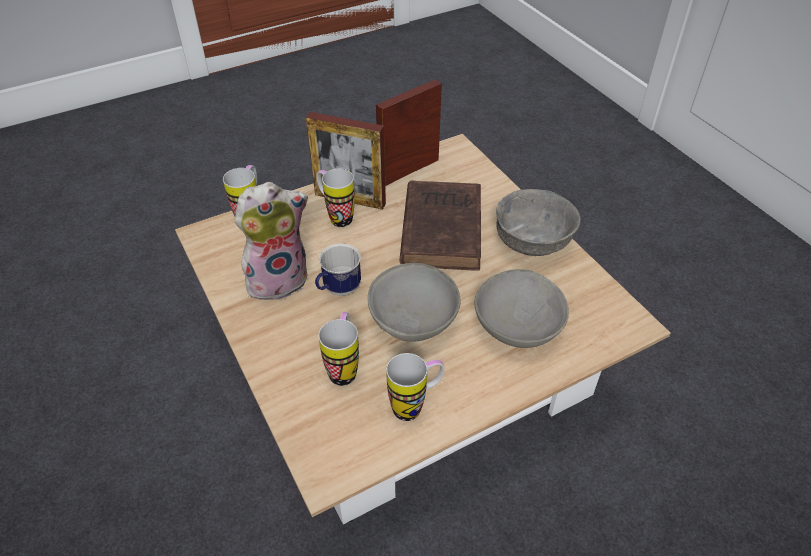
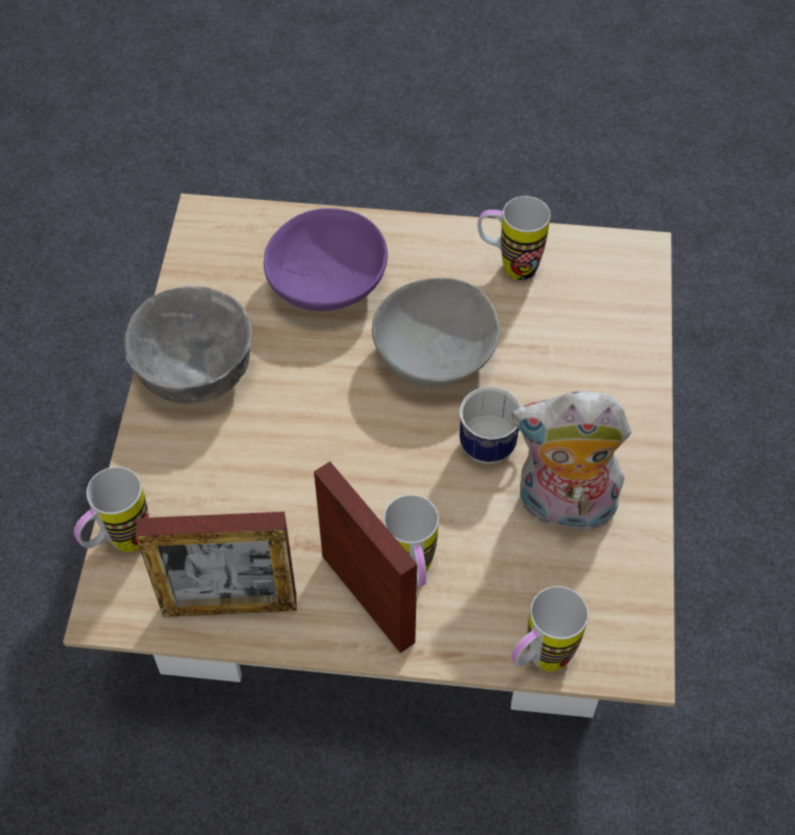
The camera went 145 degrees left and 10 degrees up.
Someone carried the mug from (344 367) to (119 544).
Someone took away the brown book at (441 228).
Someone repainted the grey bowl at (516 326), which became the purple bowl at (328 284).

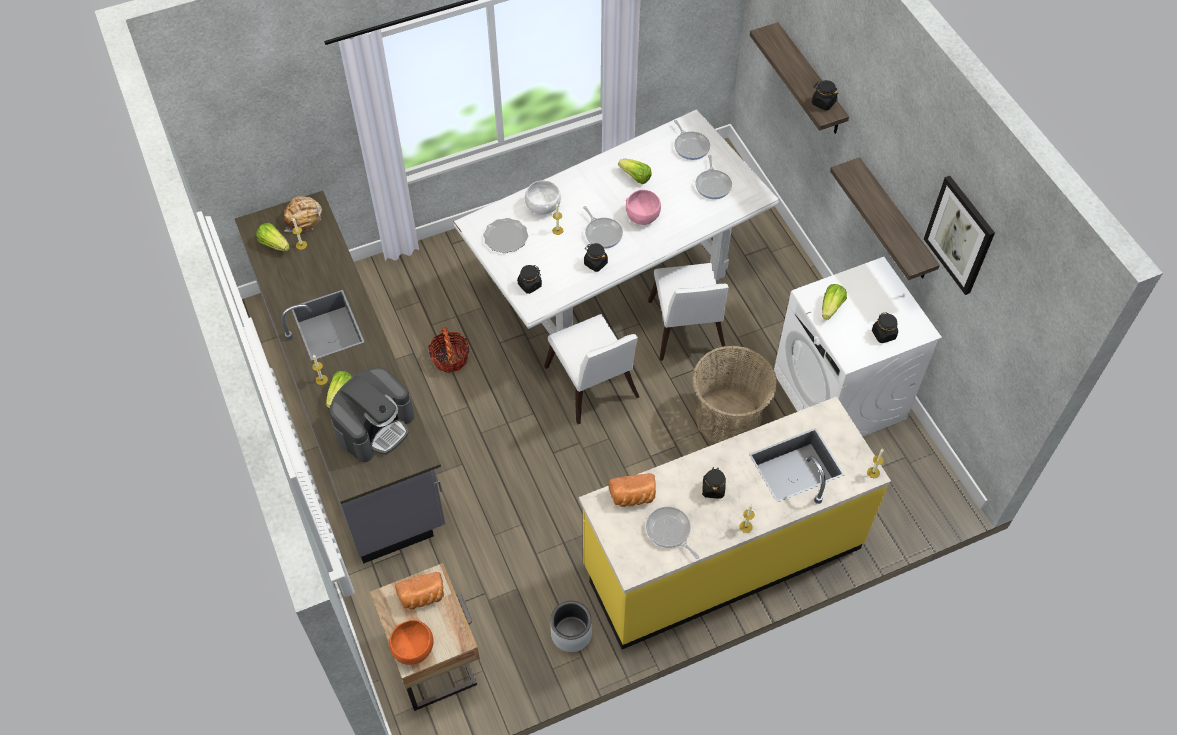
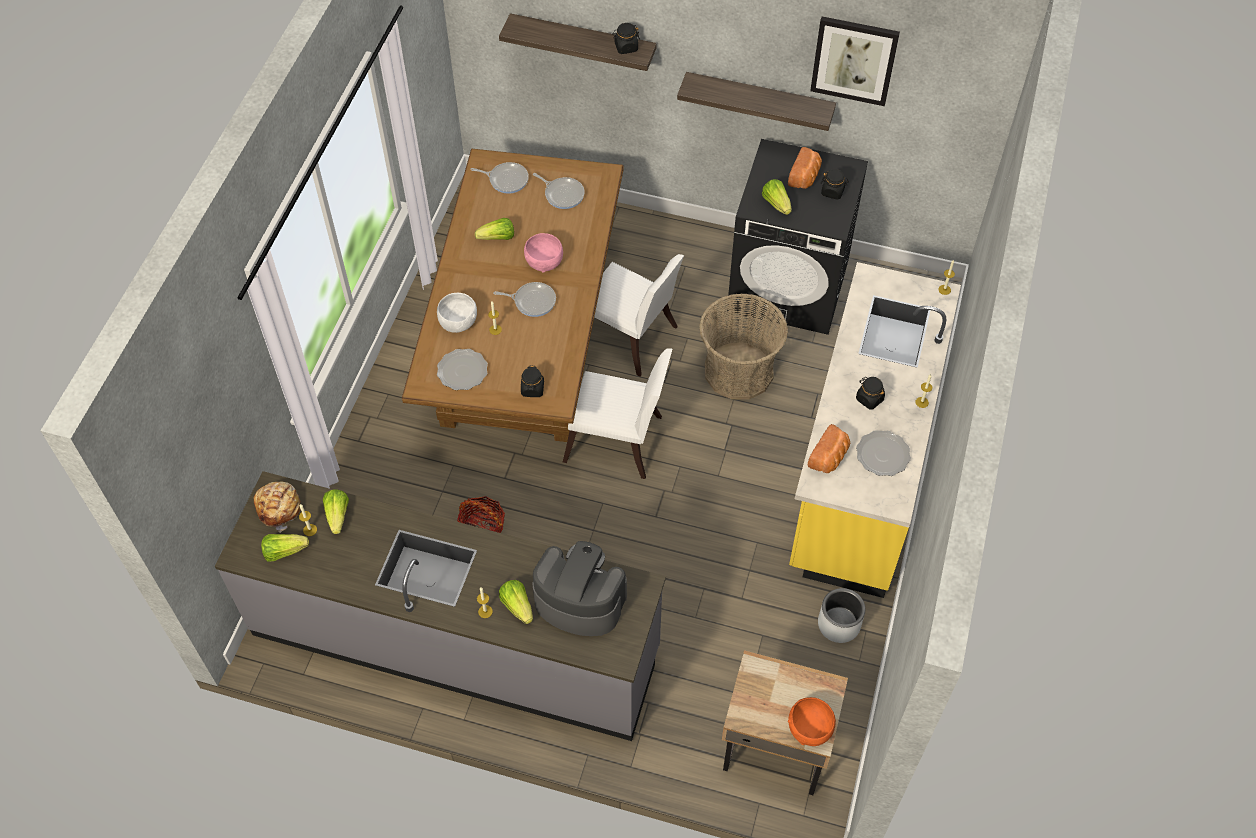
The camera went 50 degrees left and 0 degrees up.
Someone rotated the coffee machine at (375 426) by 60 degrees counterclockwise.
Someone carried the bread from (422 597) to (805 177).
Someone repainted the white dining table at (615 277), which became the brown dining table at (524 347).
Someone took away the black jar at (595 263).
Someone swapped the frying pan at (669 531) for the plate at (883 455).
Someone repainted the white washing machine at (839 396), which became the black washing machine at (789 286).
Someone put down the lettuce at (337 515).

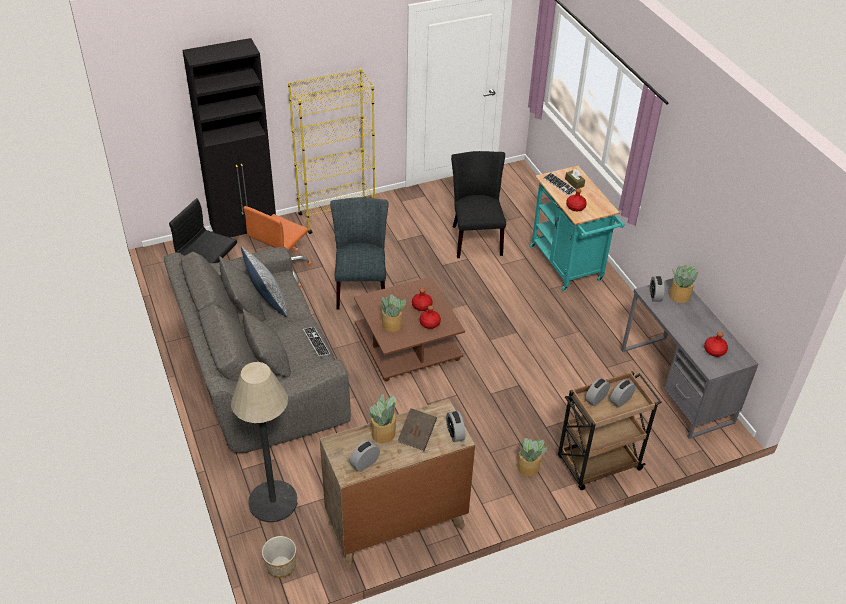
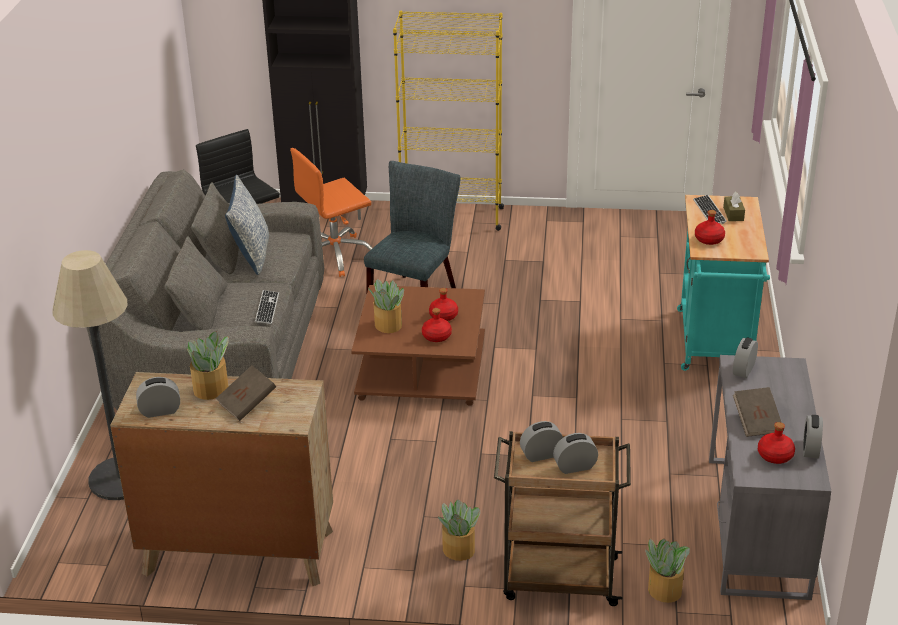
The camera went 30 degrees right and 10 degrees down.
Someone took away the planter at (280 566).
Someone carried the alarm clock from (455 433) to (810 449).
Someone took away the black chair at (475 238).
Someone carried the potted plant from (679 296) to (664 590).
Someone put down the brown book at (757 422).

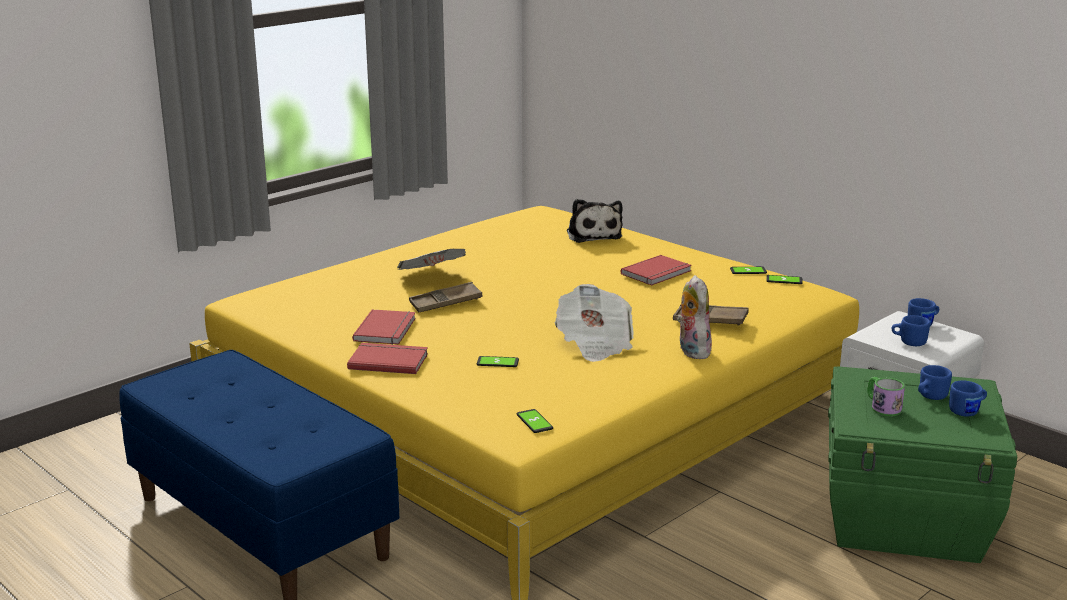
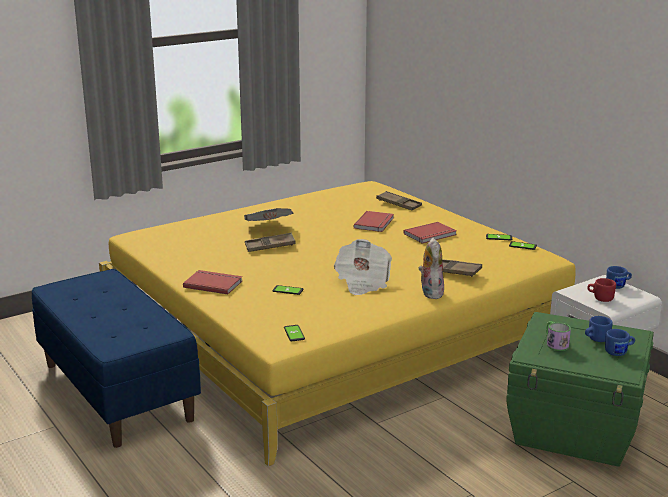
The camera went 10 degrees right and 0 degrees up.
Someone carried the red book from (387 330) to (375 223).
Someone swapped the plush toy at (593 235) for the brown tray at (398 204).
Someone repainted the blue mug at (908 342), which became the red mug at (600 298).

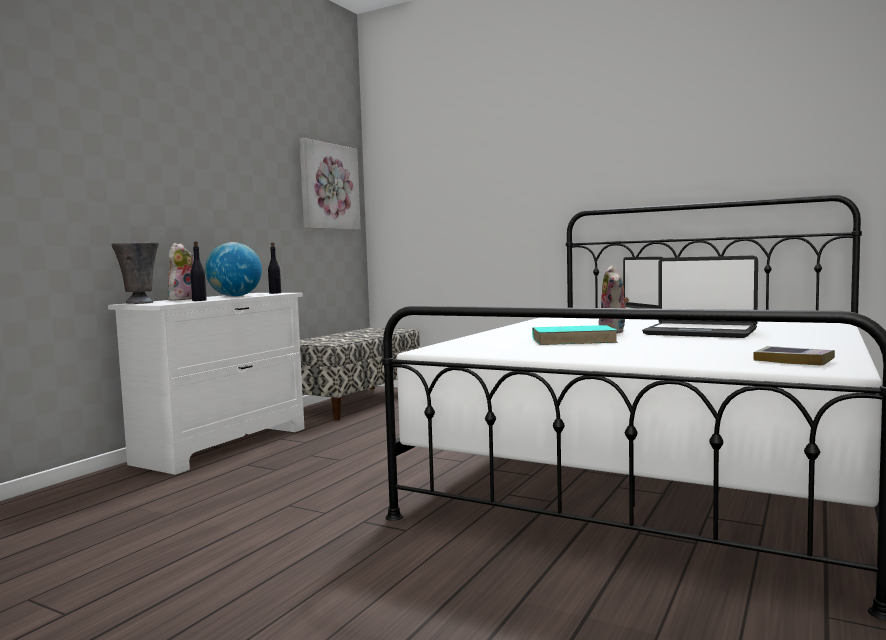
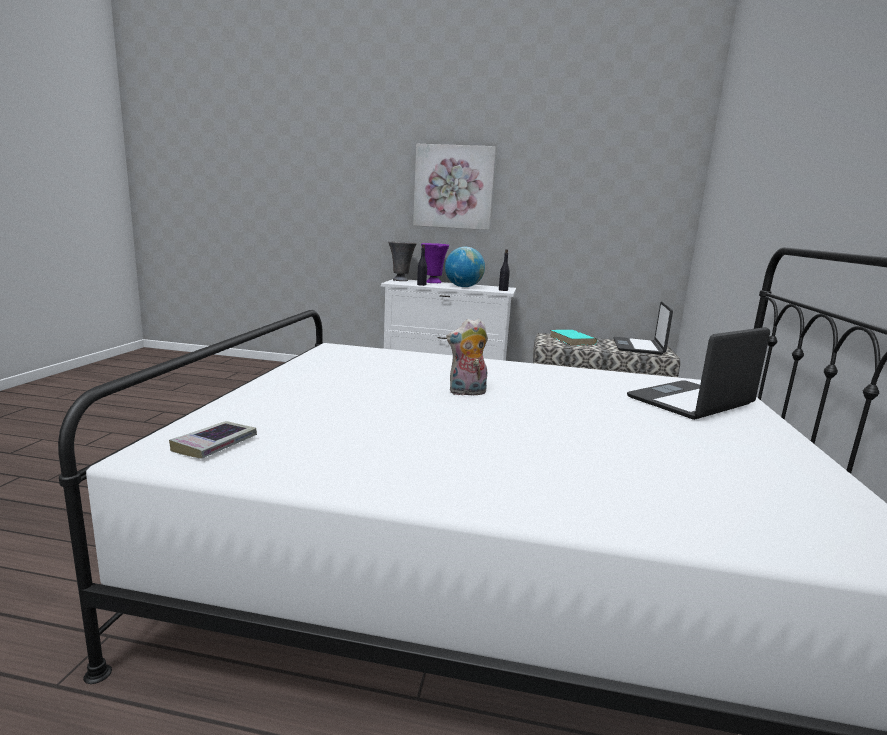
The camera went 70 degrees right and 10 degrees up.
Someone swapped the plush toy at (181 299) for the purple vase at (433 282).
Someone carried the picture from (329 186) to (453 187).
Someone carried the turquoise book from (574 340) to (572 340).
Someone carried the laptop from (700 332) to (638 347).

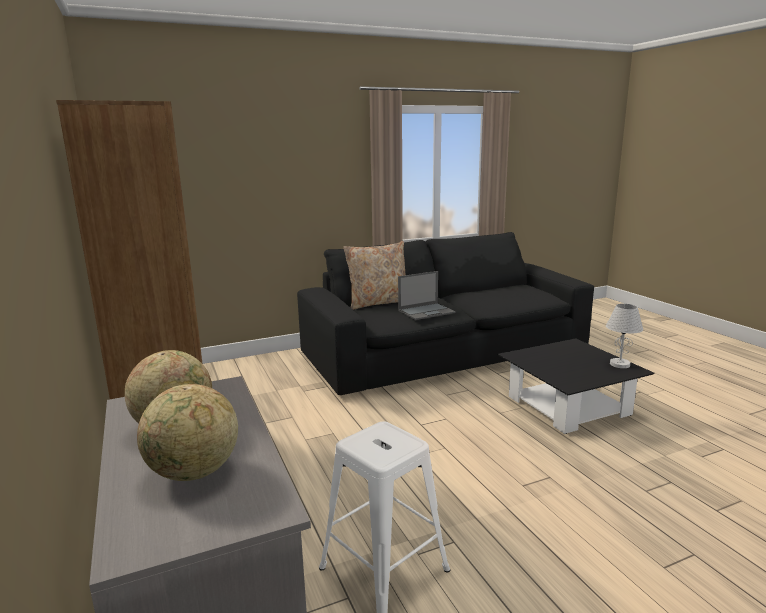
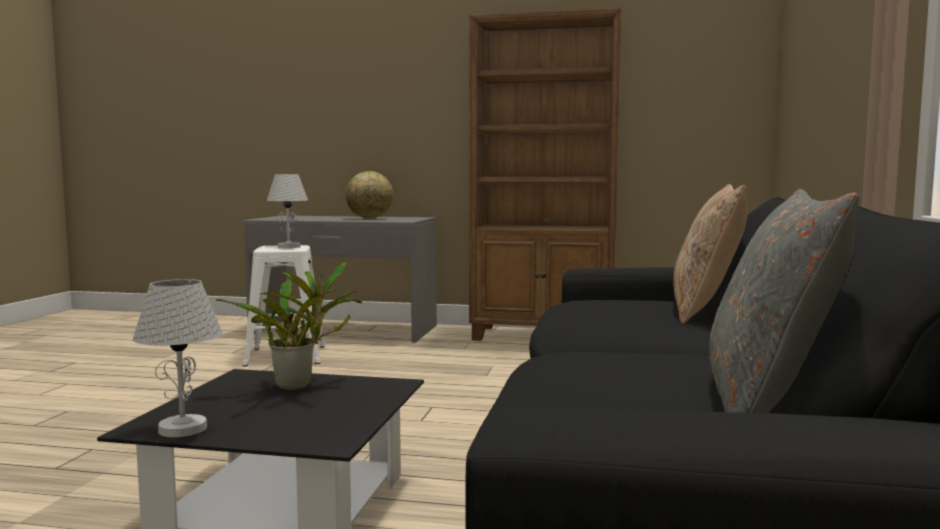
The camera went 125 degrees right and 10 degrees down.
Someone took away the globe at (194 473).
Someone took away the laptop at (427 311).
Someone put down the potted plant at (299 386).
Someone put down the white table lamp at (289 247).
Someone put down the grey pillow at (766 407).

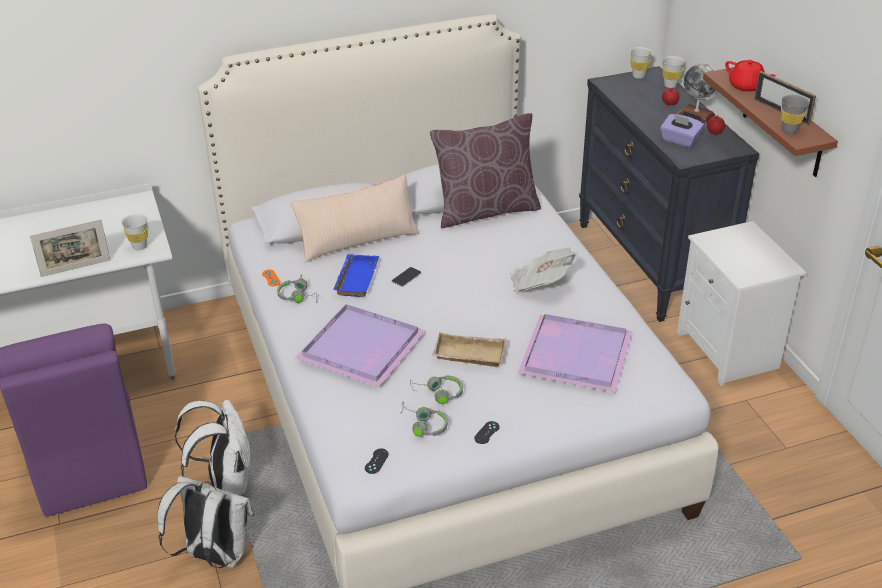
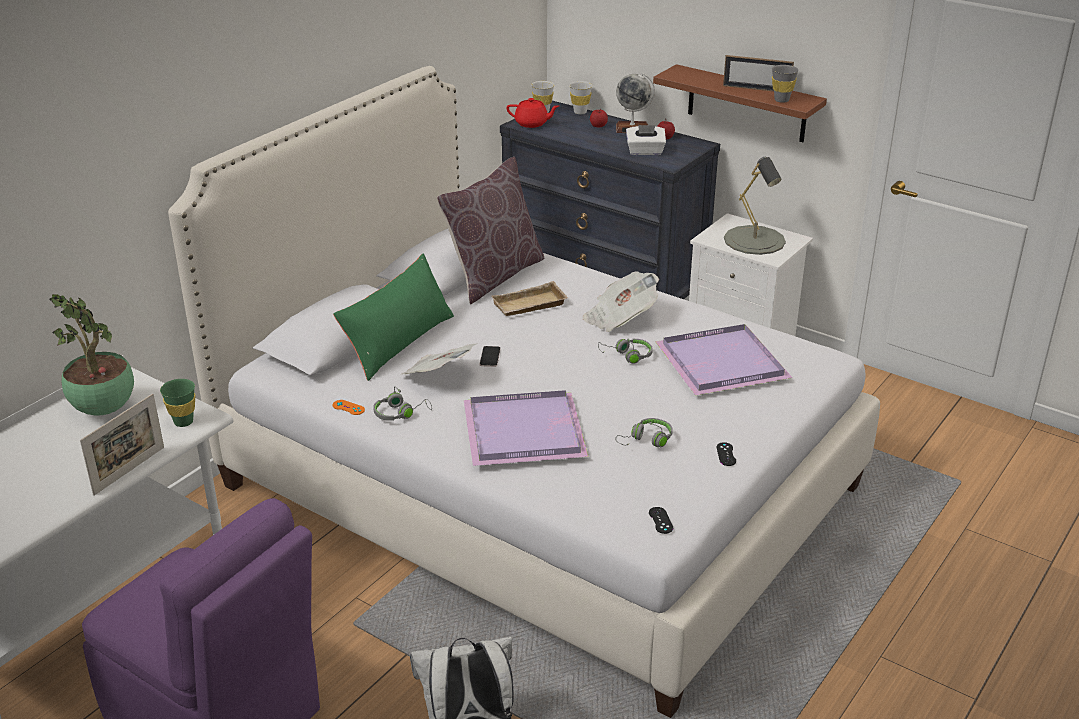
The camera went 35 degrees left and 5 degrees down.
Someone repainted the white cup at (139 246), which became the green cup at (183 422).
Someone took away the white backpack at (225 483).
Someone repainted the beige pillow at (357 240), which became the green pillow at (398 343).
Someone swapped the blue tray at (355 279) for the newspaper at (439 376).
Someone carried the grey headphones from (423 425) to (627 356).
Someone carried the beige tray from (468 355) to (529 306).
Someone repainted the purple tissue box at (679 140), which became the white tissue box at (645 152).
Someone carried the red teapot from (746 86) to (532 123).
Someone put down the potted plant at (105 410).
Someone put down the grey table lamp at (754 240).

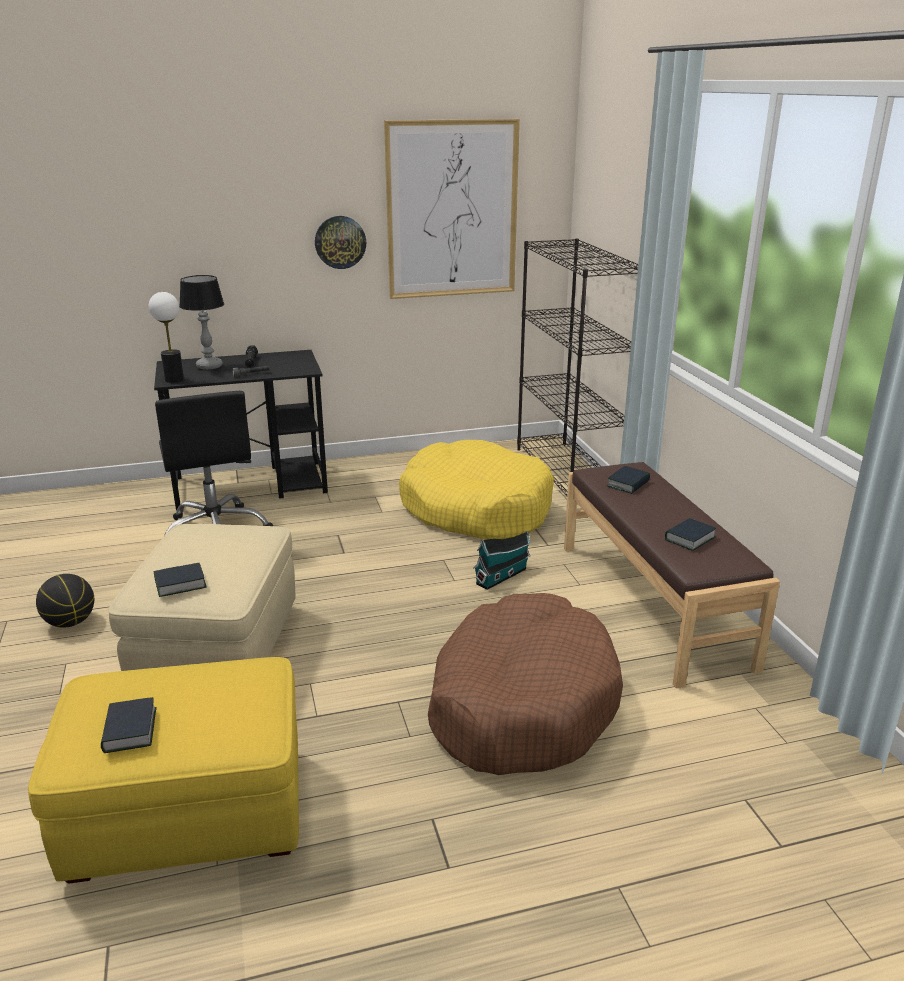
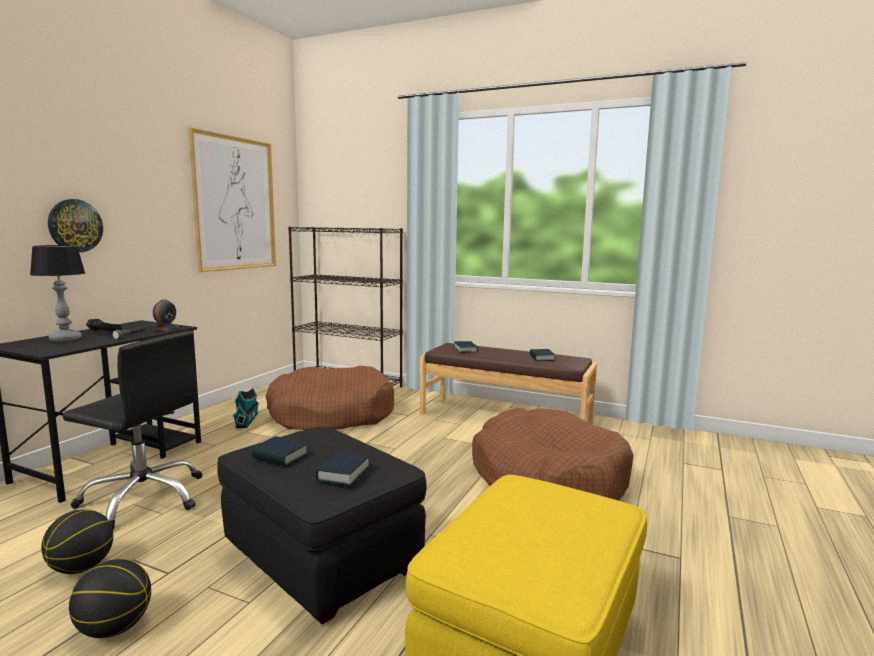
The camera went 50 degrees left and 15 degrees down.
Someone carried the book from (130 730) to (280 456).
Someone repainted the beige ottoman at (217 650), which became the black ottoman at (322 558).
Someone took away the table lamp at (174 379).
Someone carried the wall clock from (340 242) to (75 225).
Someone repainted the yellow dog bed at (476 509), which became the brown dog bed at (331 414).
Someone carried the toy house from (503 575) to (247 420).
Someone put down the basketball at (82 568).
Someone put down the alarm clock at (165 328).

